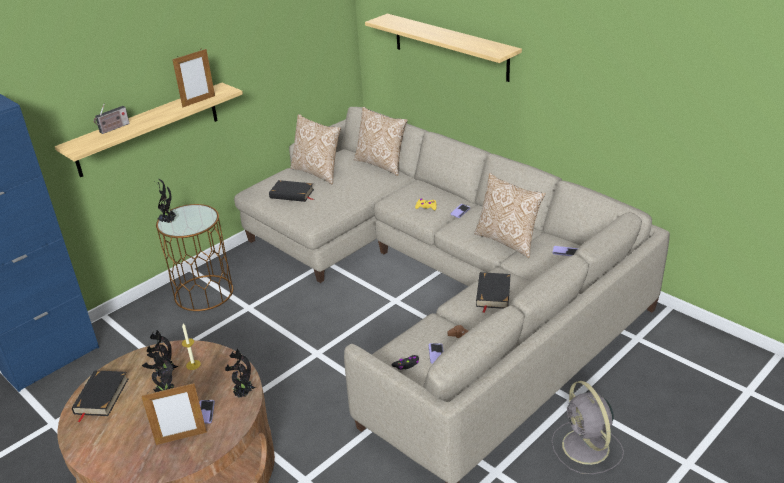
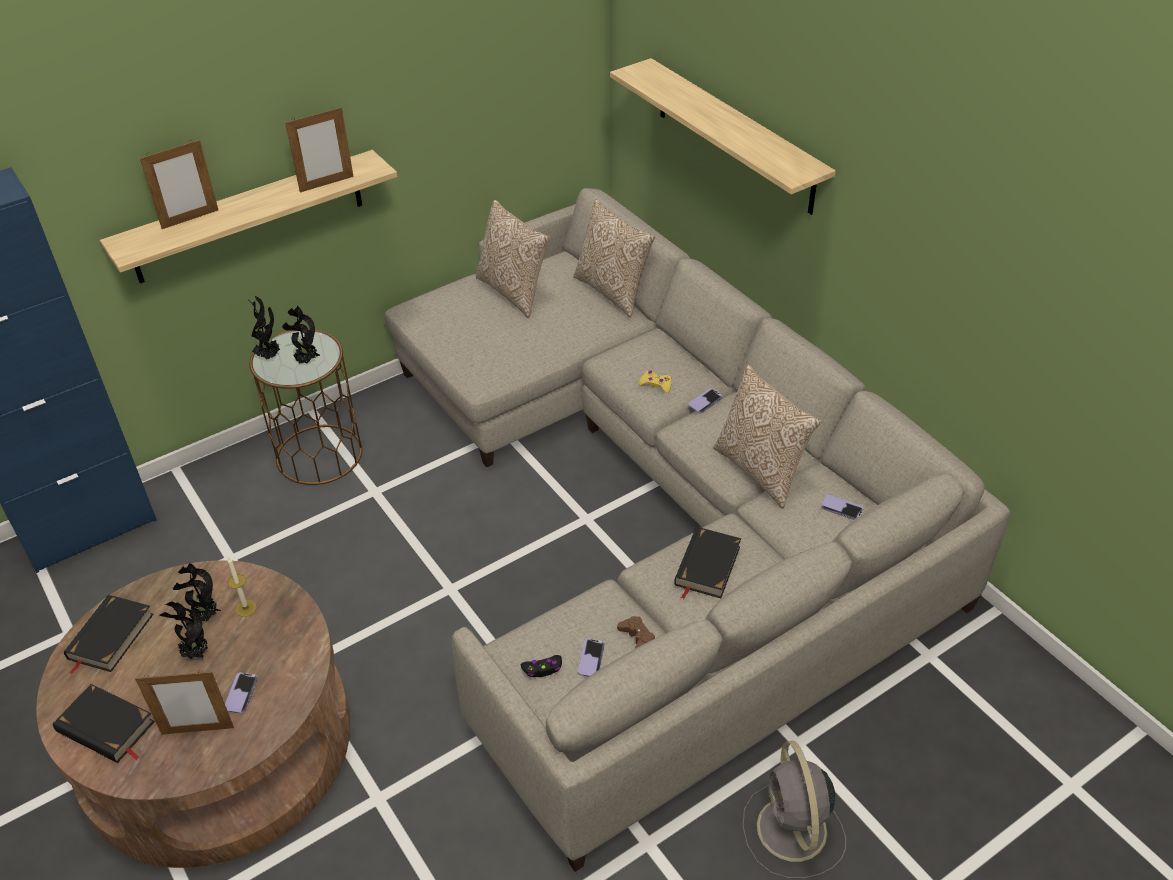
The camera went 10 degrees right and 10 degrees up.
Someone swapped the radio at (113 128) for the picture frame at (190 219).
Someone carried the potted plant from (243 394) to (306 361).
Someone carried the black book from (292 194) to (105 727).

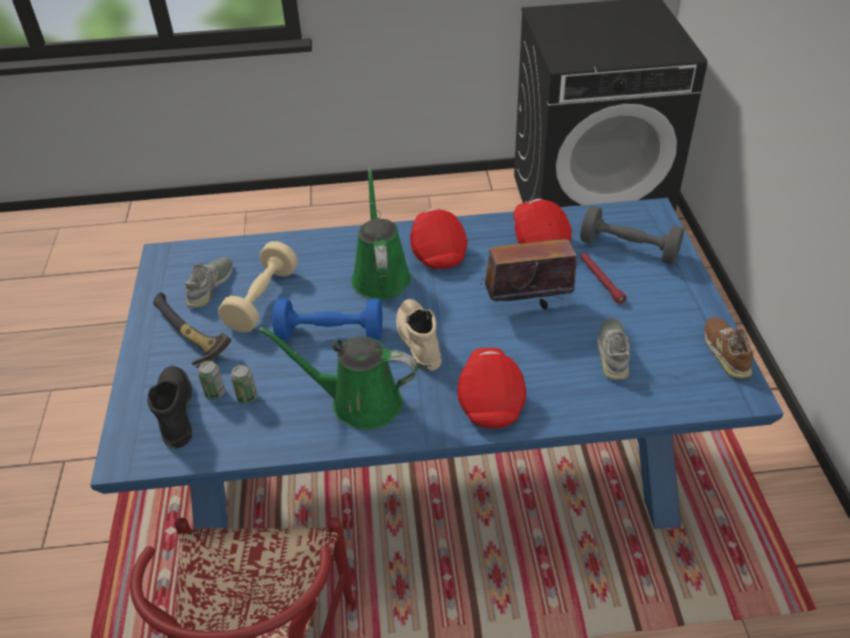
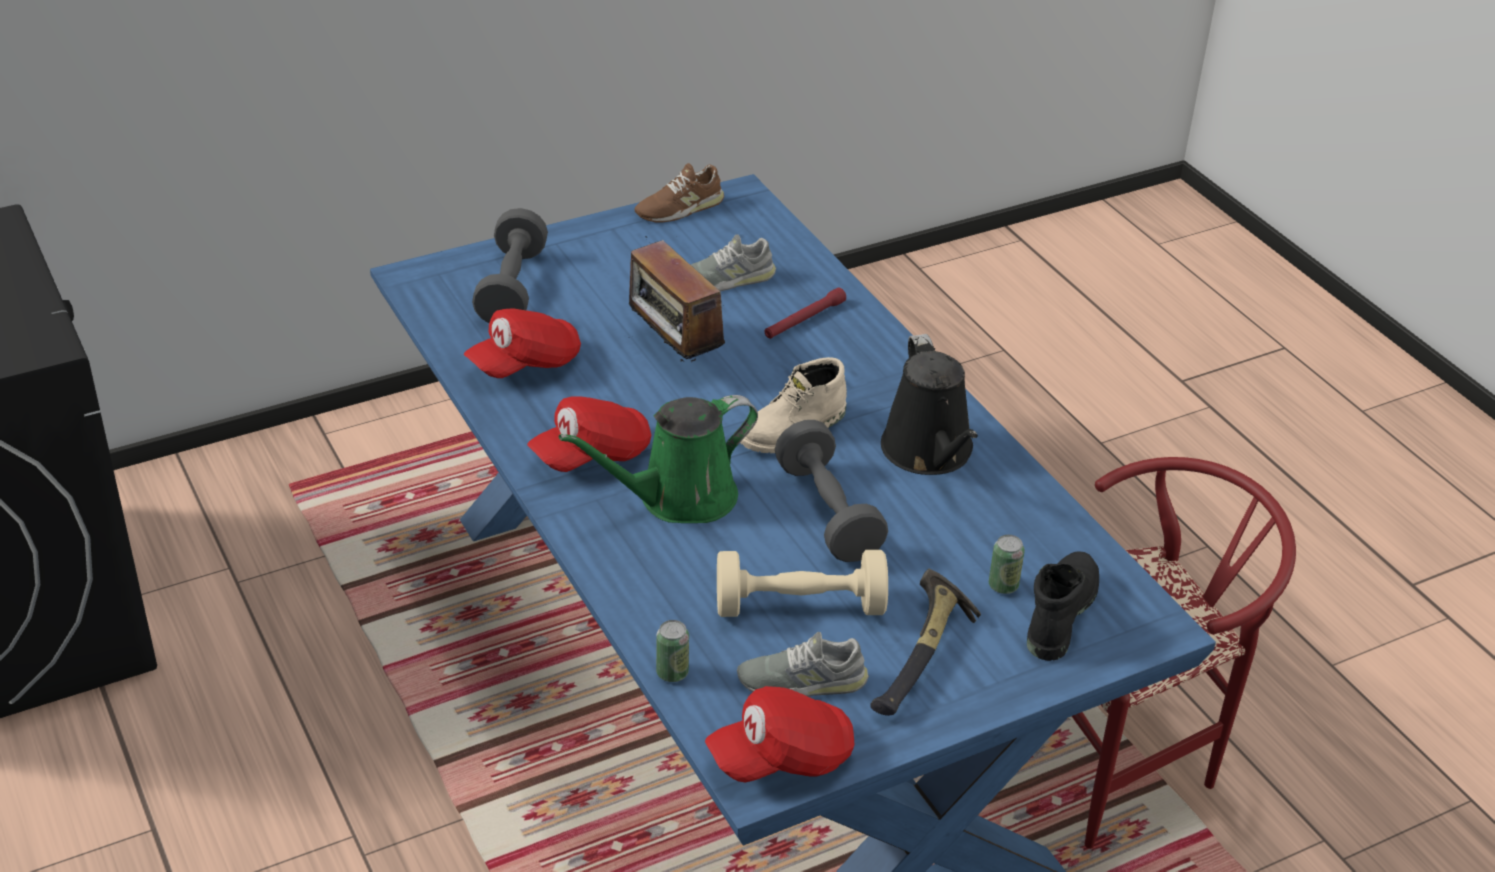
The camera went 115 degrees left and 5 degrees down.
Someone rotated the black boot at (174 411) by 150 degrees clockwise.
Someone carried the can from (247 397) to (672 673).
Someone repainted the green watering can at (359 402), which became the black watering can at (930 453).
Someone repainted the blue dumbbell at (330 333), which became the grey dumbbell at (828 512).
Someone carried the red cap from (490 399) to (782 758).
Someone carried the red flashlight from (601 281) to (804 320).

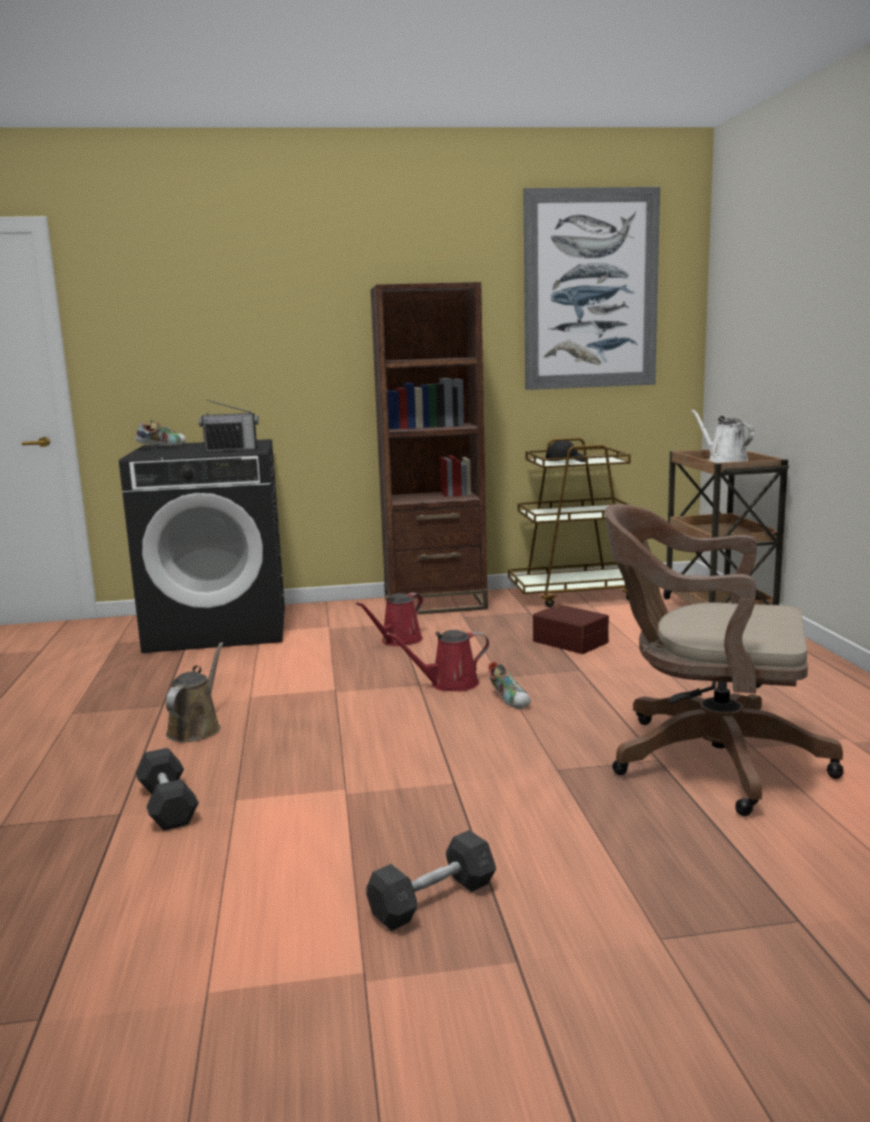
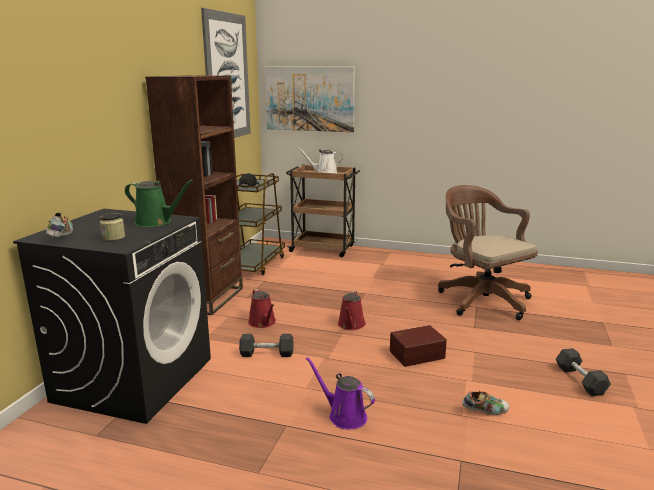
The camera went 65 degrees left and 5 degrees up.
Someone carried the grey dumbbell from (168 805) to (267 354).
Someone repainted the brown watering can at (196 728), which became the purple watering can at (344 415).
Someone swapped the radio at (231 450) for the green watering can at (156 222).
Someone carried the shoe from (510 700) to (485 411).
Someone carried the brown storage box from (571 641) to (416 354).
Someone rotated the brown office chair at (705 759) by 105 degrees clockwise.
Someone put down the jar at (113 237).
Someone put up the picture at (309 99).

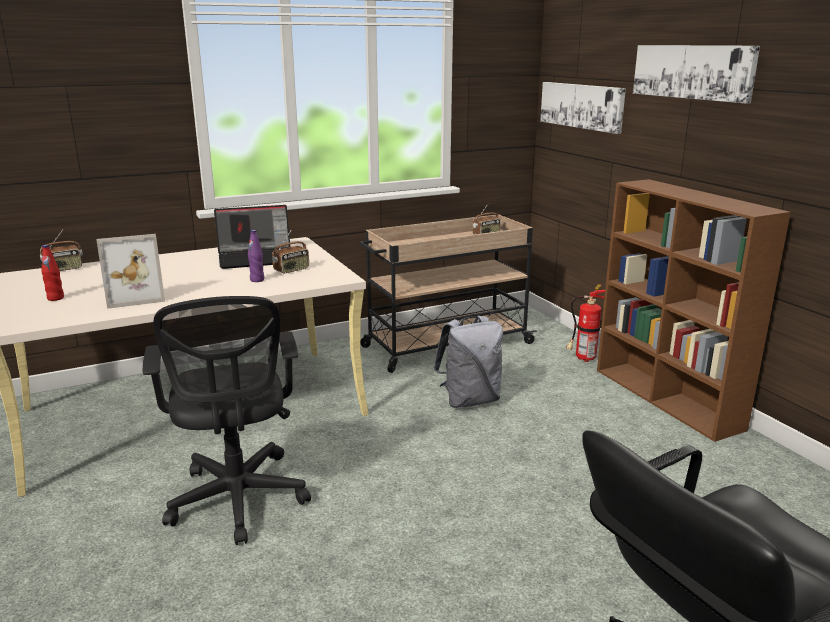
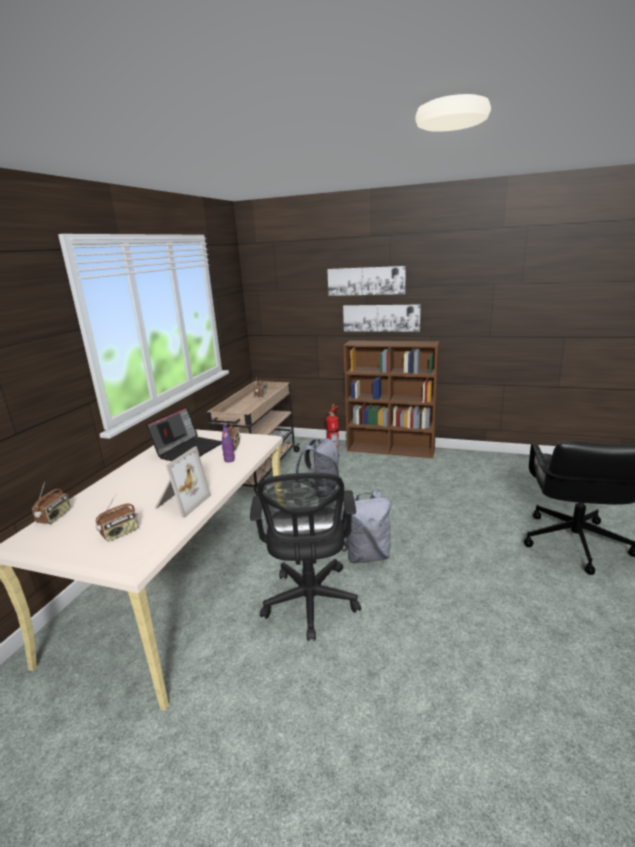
The camera went 45 degrees left and 0 degrees up.
Someone swapped the red bottle at (55 298) for the radio at (120 533).
Someone rotated the black office chair at (238 501) by 60 degrees clockwise.
Someone carried the picture from (581 106) to (381 318).
Someone put down the grey backpack at (367 555).

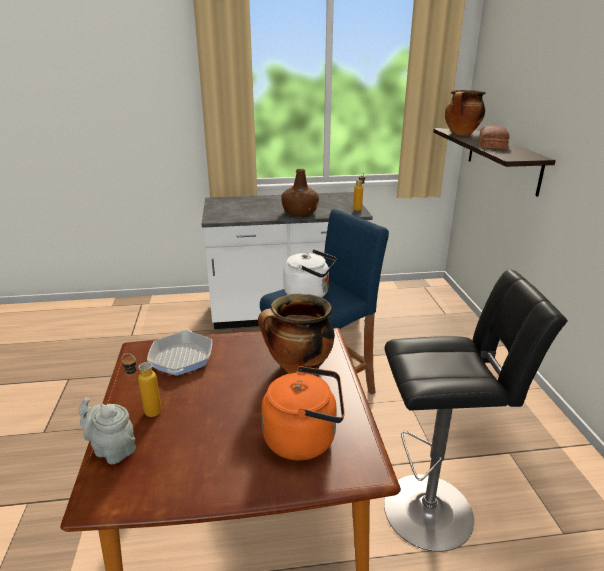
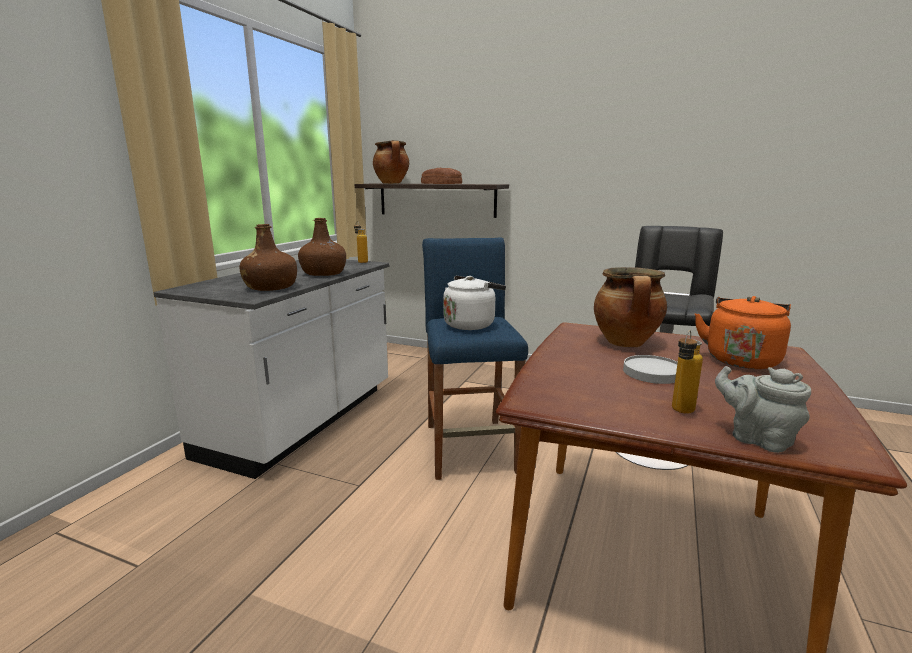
The camera went 60 degrees left and 10 degrees down.
Someone rotated the grey teapot at (112 449) by 75 degrees clockwise.
Someone took away the frying pan at (181 358).
Someone put down the brown bottle at (271 287).
Someone put down the white plate at (652 373).

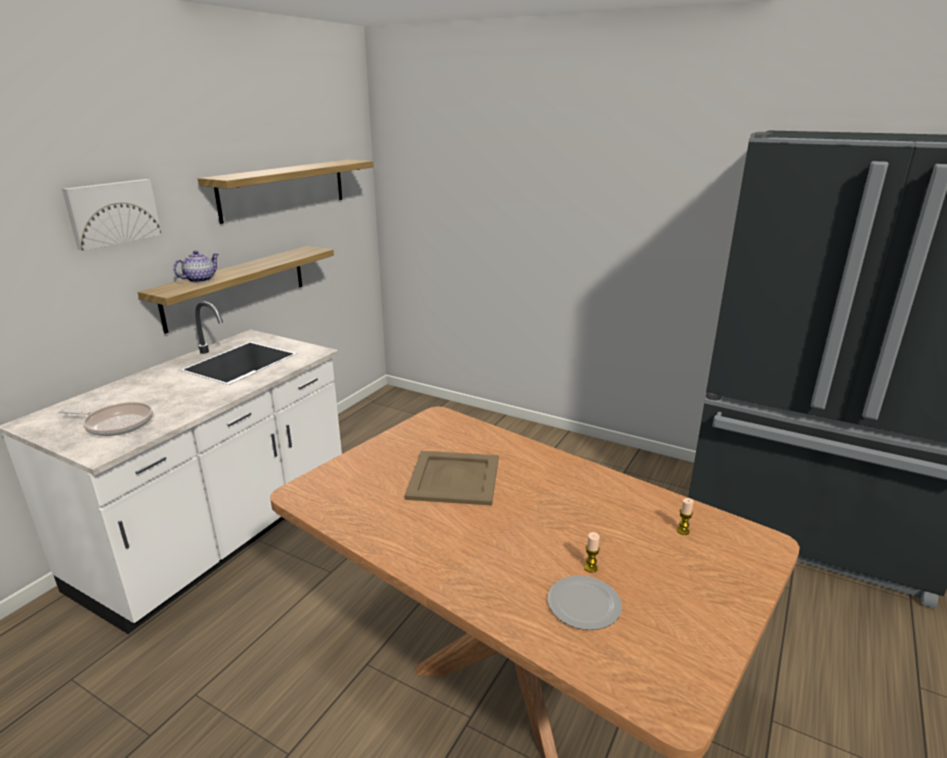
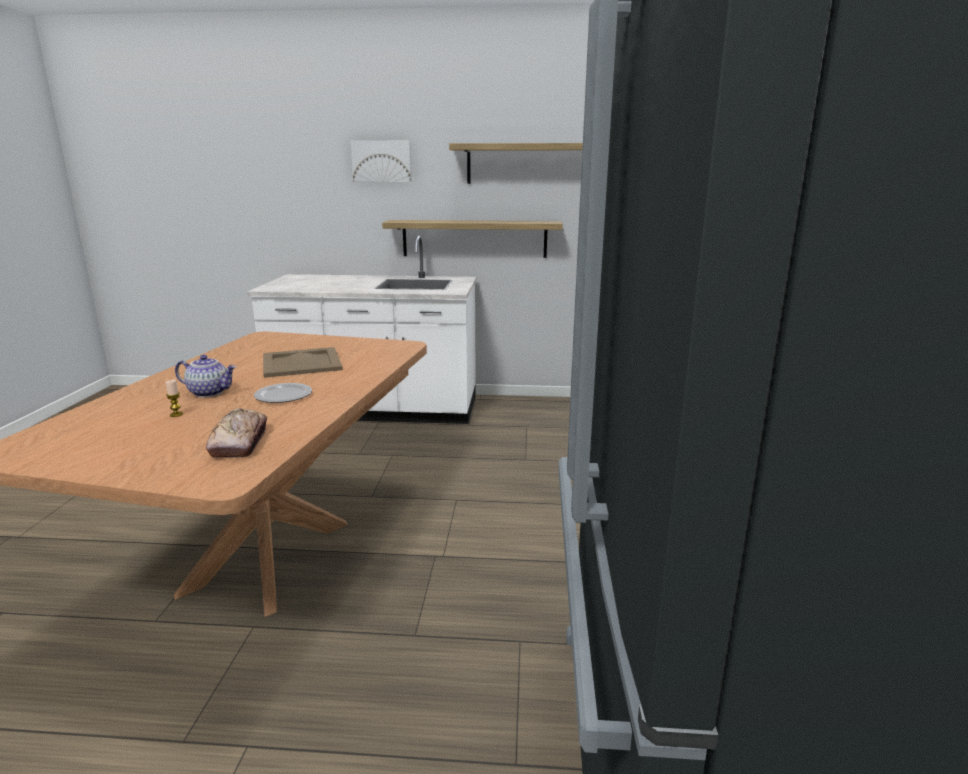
The camera went 65 degrees right and 5 degrees down.
Someone took away the frying pan at (116 423).
Someone carried the teapot from (200 279) to (210 392).
Someone carried the plate from (583 604) to (284 395).
Someone swapped the candle at (683 531) for the bread at (240 442).

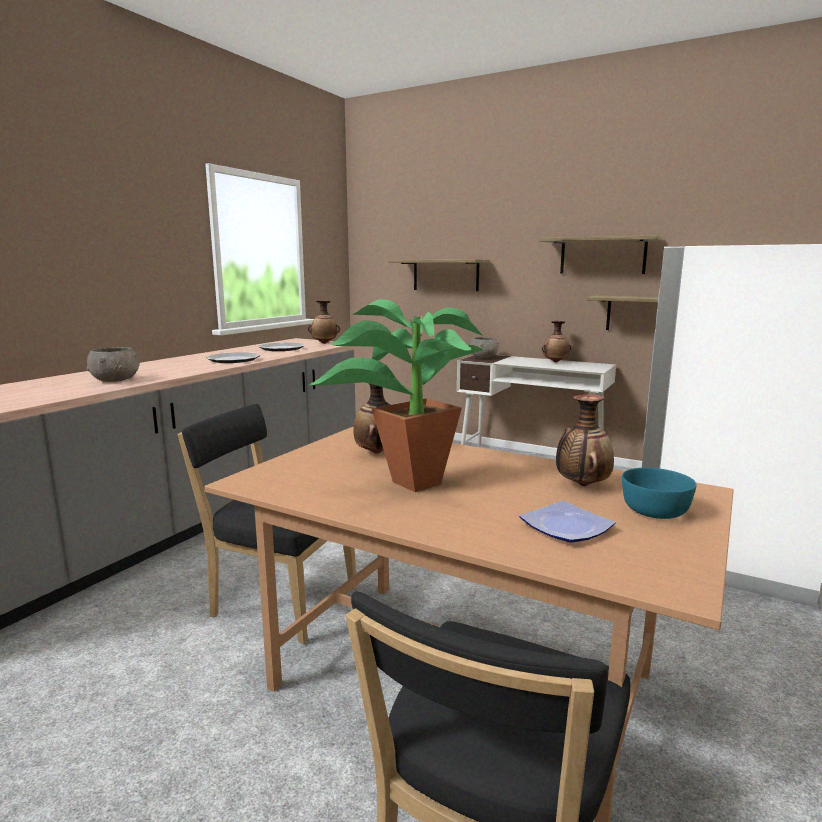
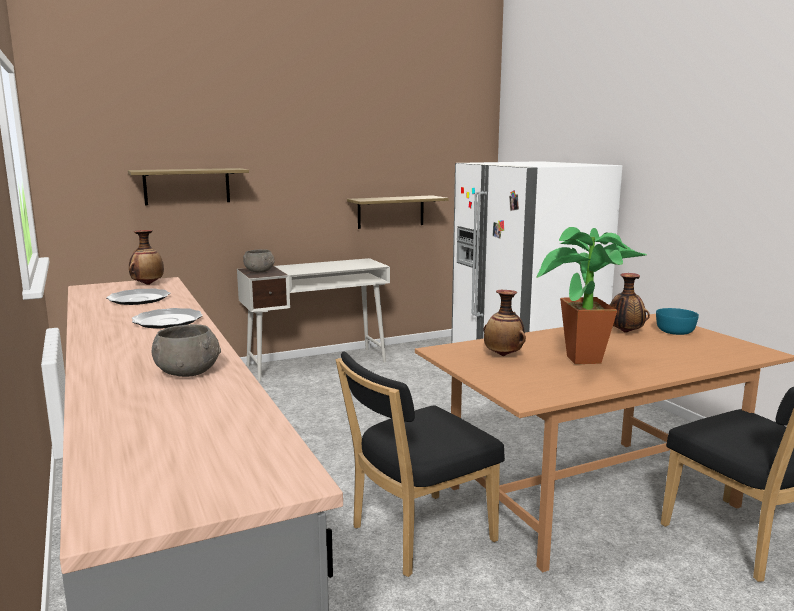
The camera went 55 degrees left and 0 degrees up.
Someone took away the plate at (566 528).
Someone took away the shelf at (602 256).
Someone took away the vase at (555 362).

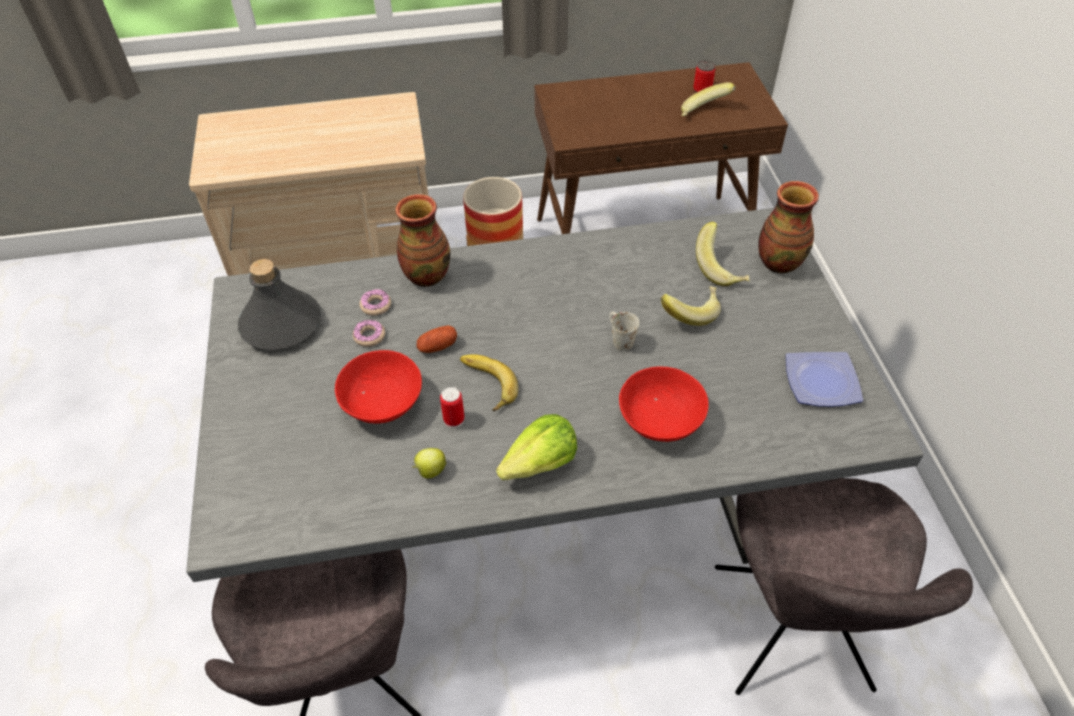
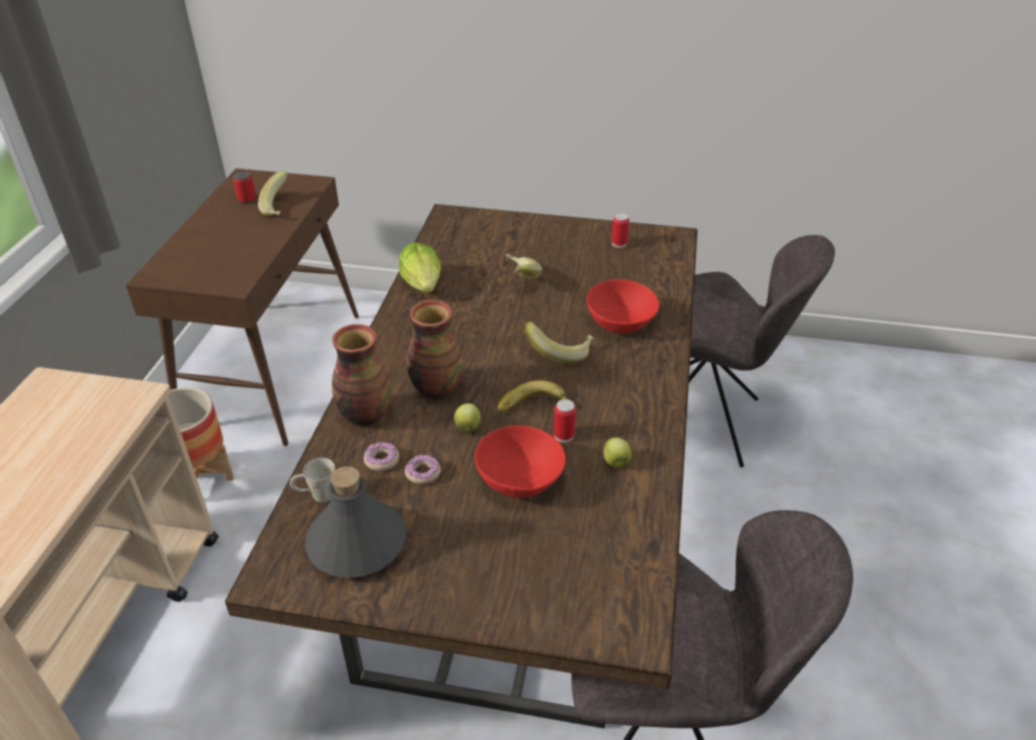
The camera went 70 degrees left and 10 degrees down.
Someone repainted the grey dining table at (540 494), which became the brown dining table at (518 530).
Someone swapped the potato at (437 346) for the apple at (467 427).
Someone carried the lettuce from (540 463) to (423 284).
Someone carried the white mug from (619 339) to (316 495).
Someone carried the banana from (721 268) to (560 352).
Someone carried the vase from (778 262) to (435 388).
Someone swapped the plate at (822 381) for the can at (619 243).

